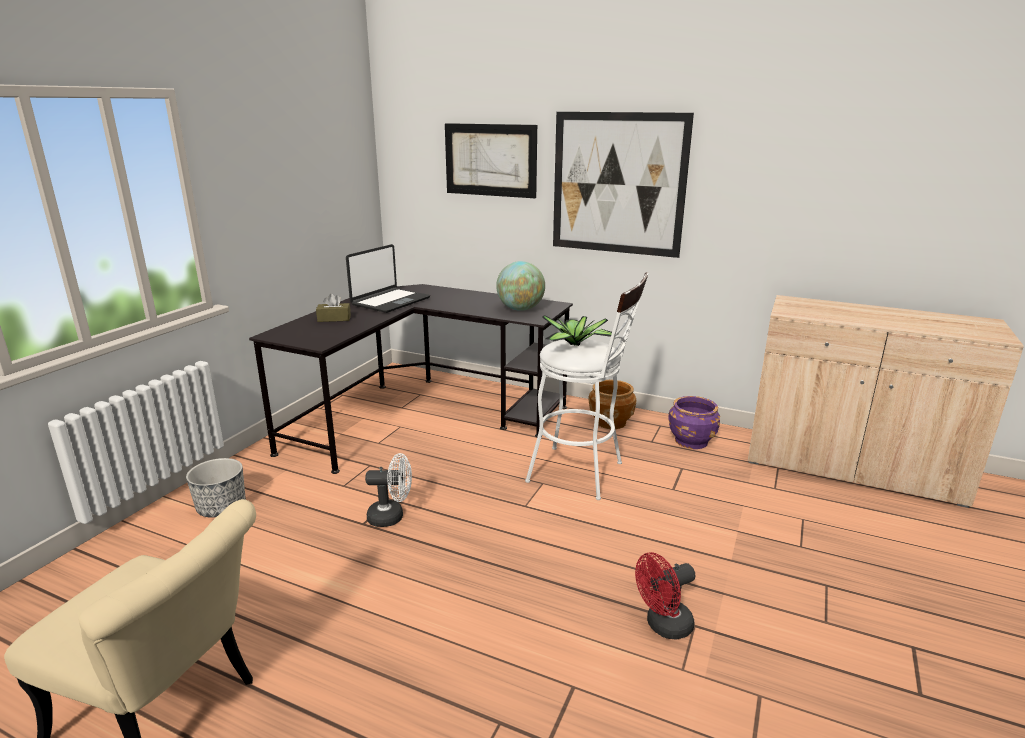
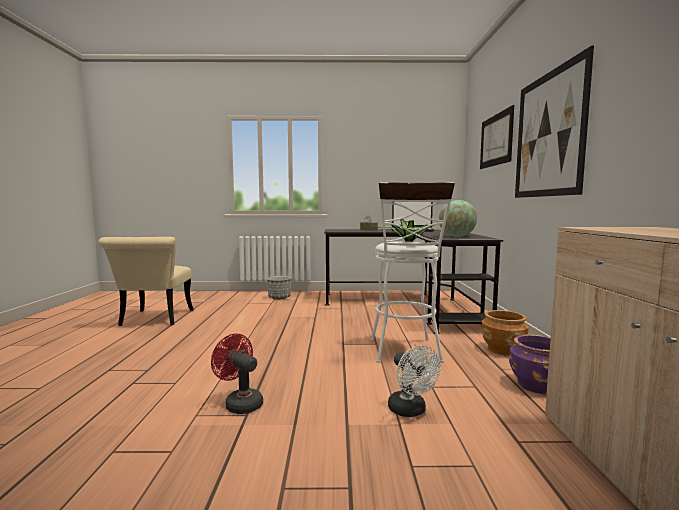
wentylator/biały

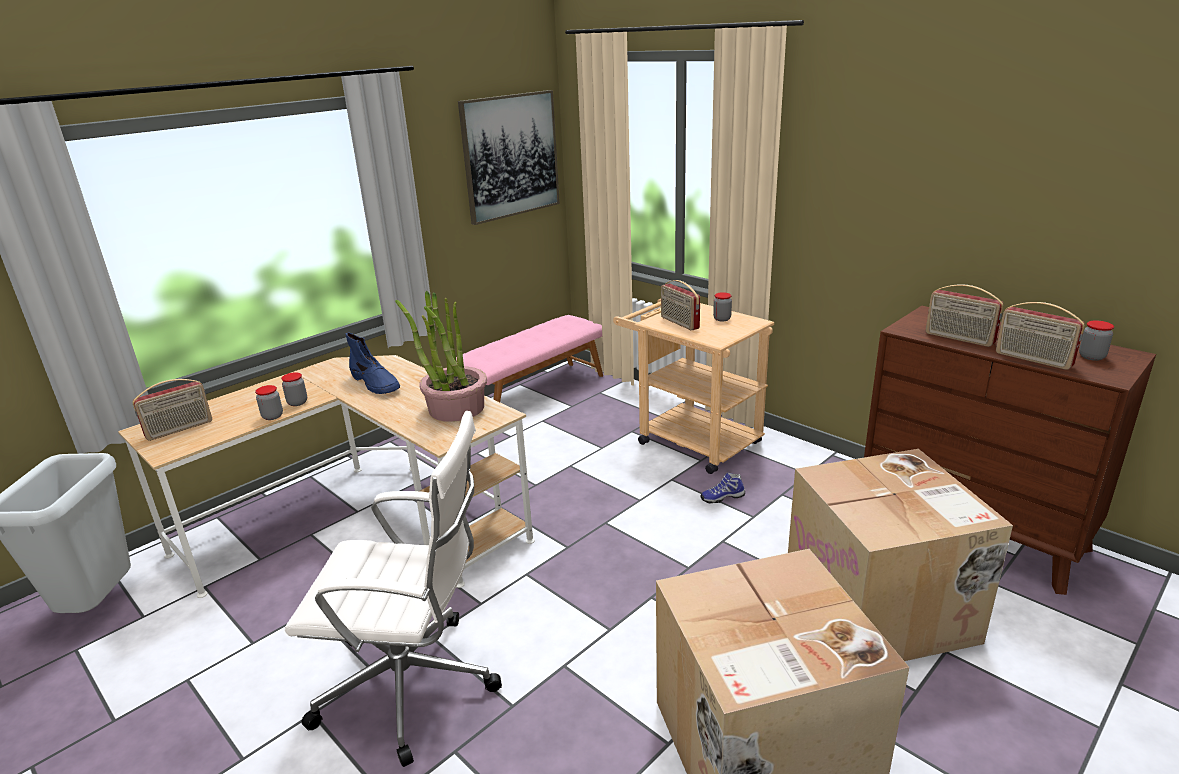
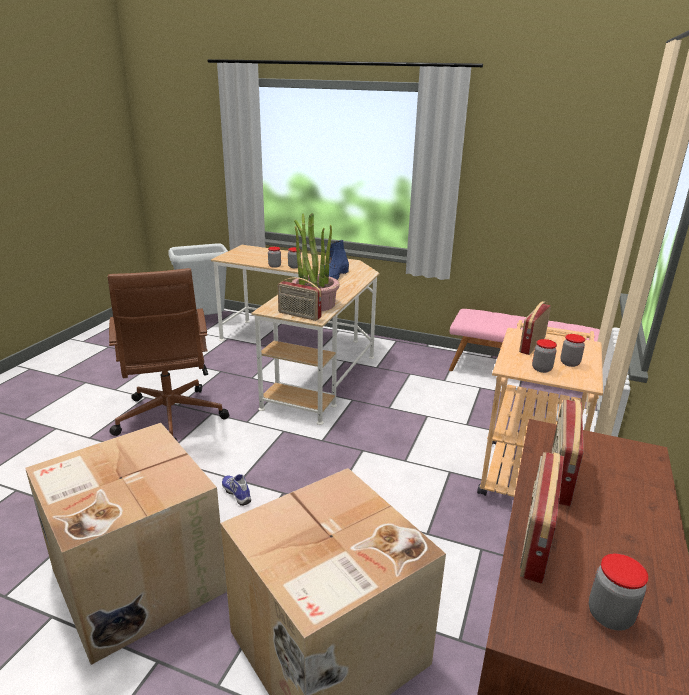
obraz; radio (no. 1 from left); krzesło biurowe/brązowy; but; słoik (no. 3 from left)

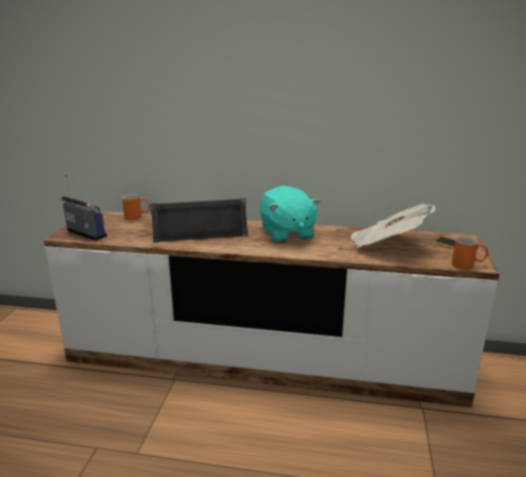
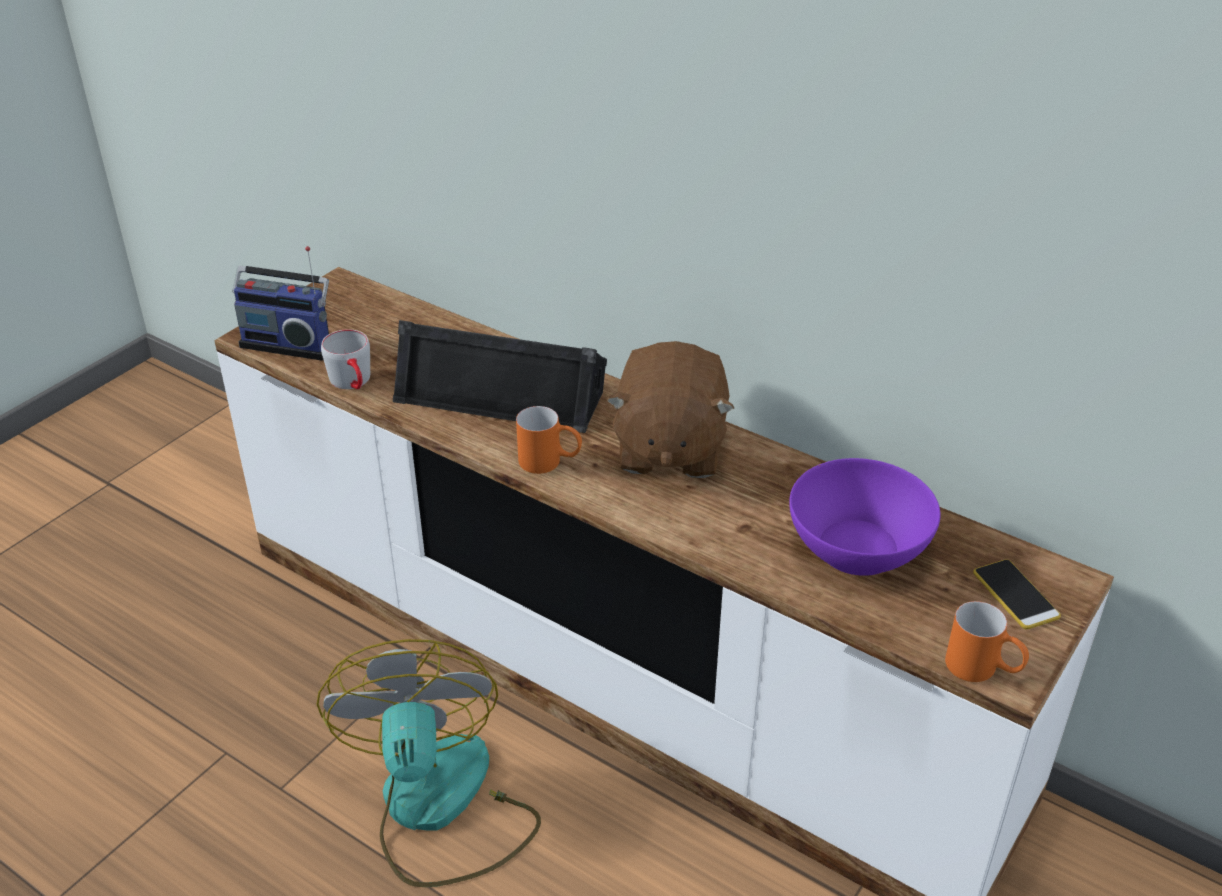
radio; pluszak/brązowy; kubek/pomarańczowy (no. 1 from left); miska/fioletowy; kubek/szary; wentylator

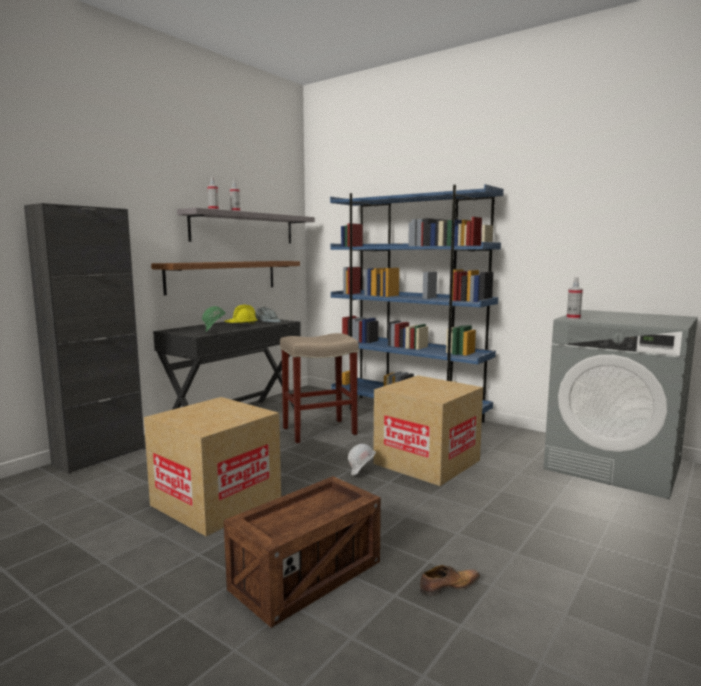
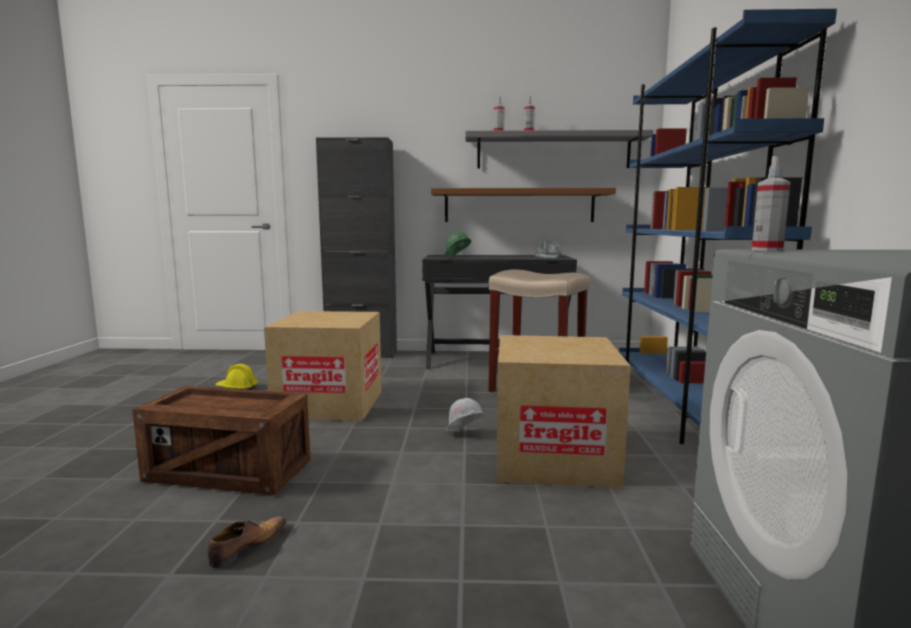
kask/żółty; but

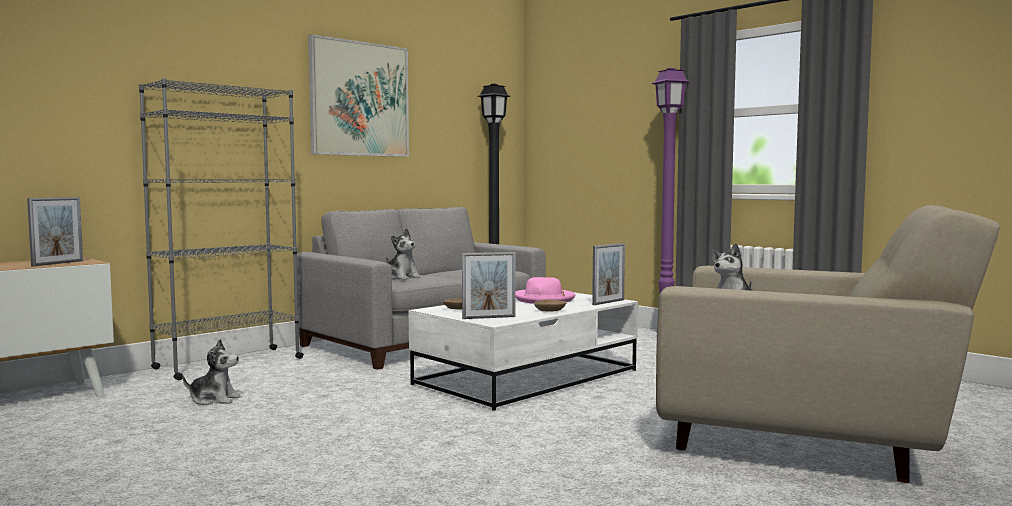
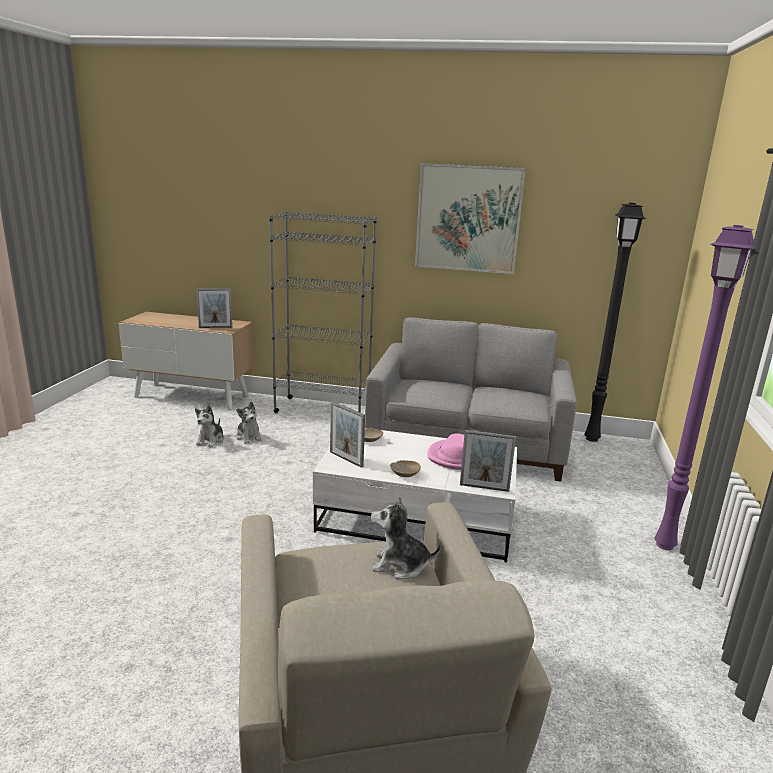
pluszak (no. 1 from left)

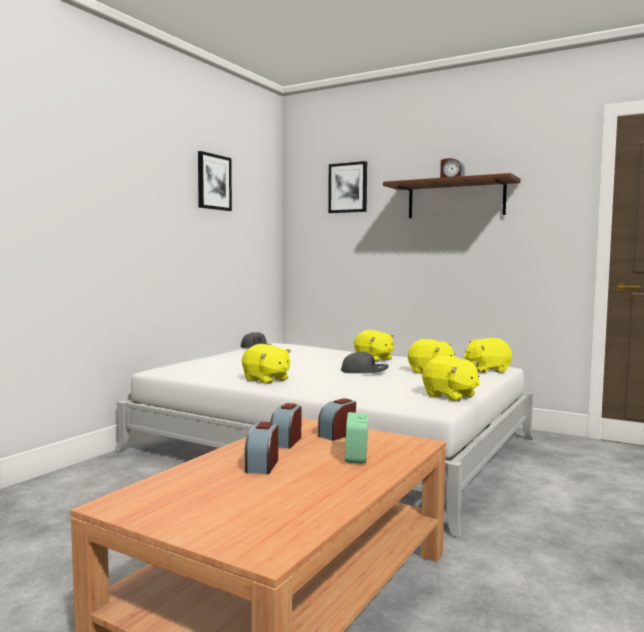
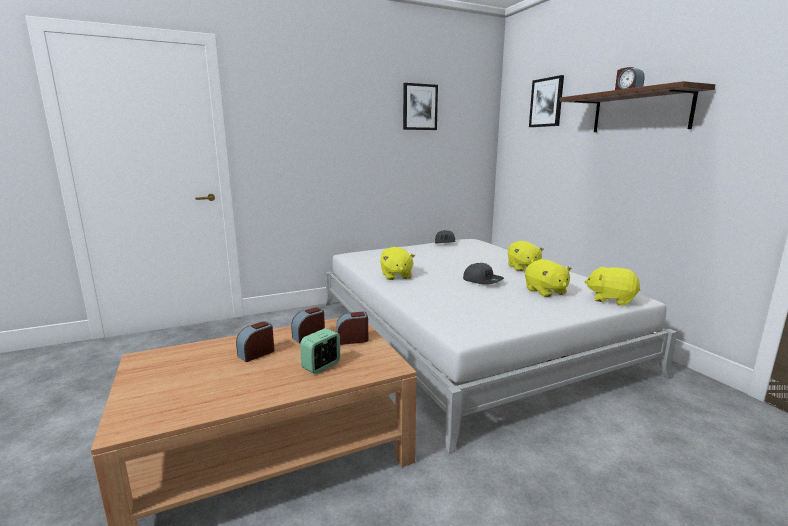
pluszak/żółty (no. 4 from left in the first image)

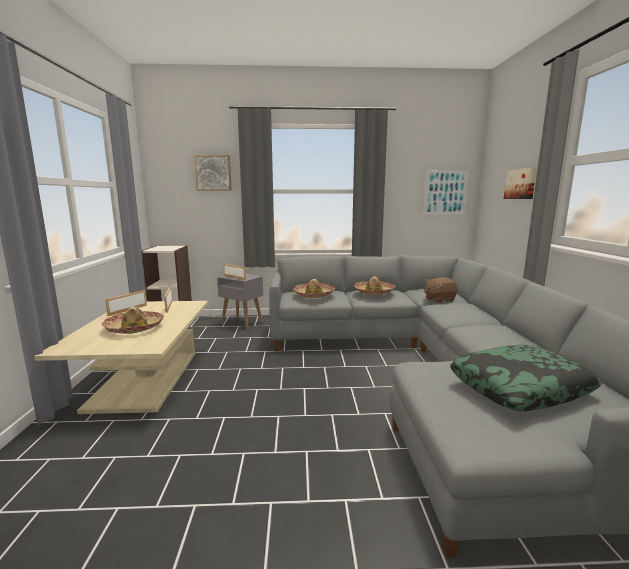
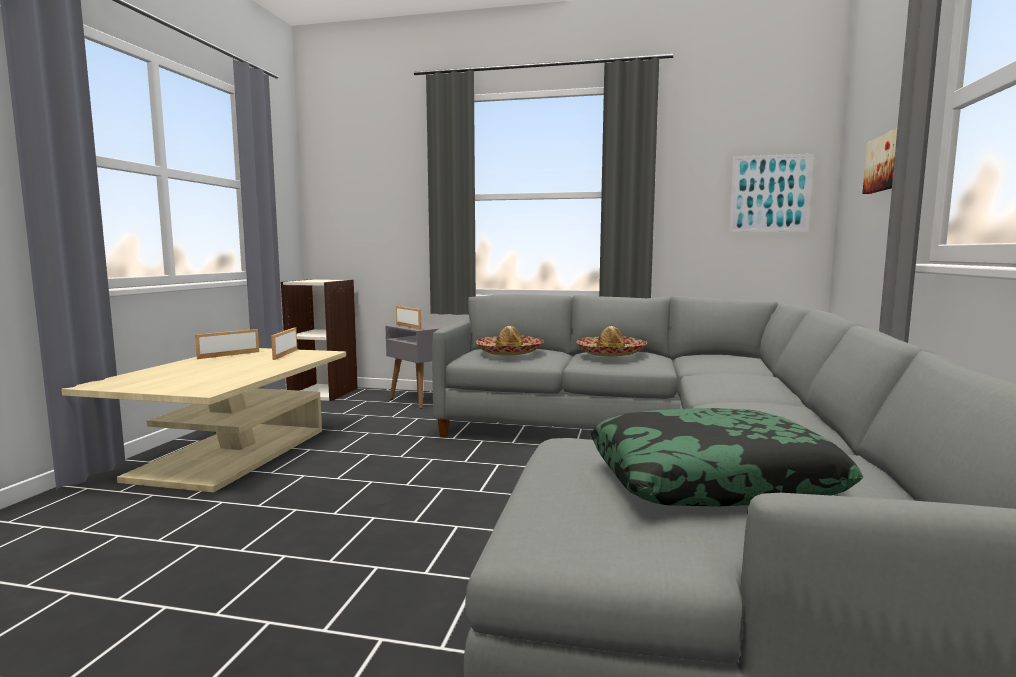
obraz (no. 1 from left in the first image); pluszak/brązowy; kapelusz (no. 1 from left in the first image)

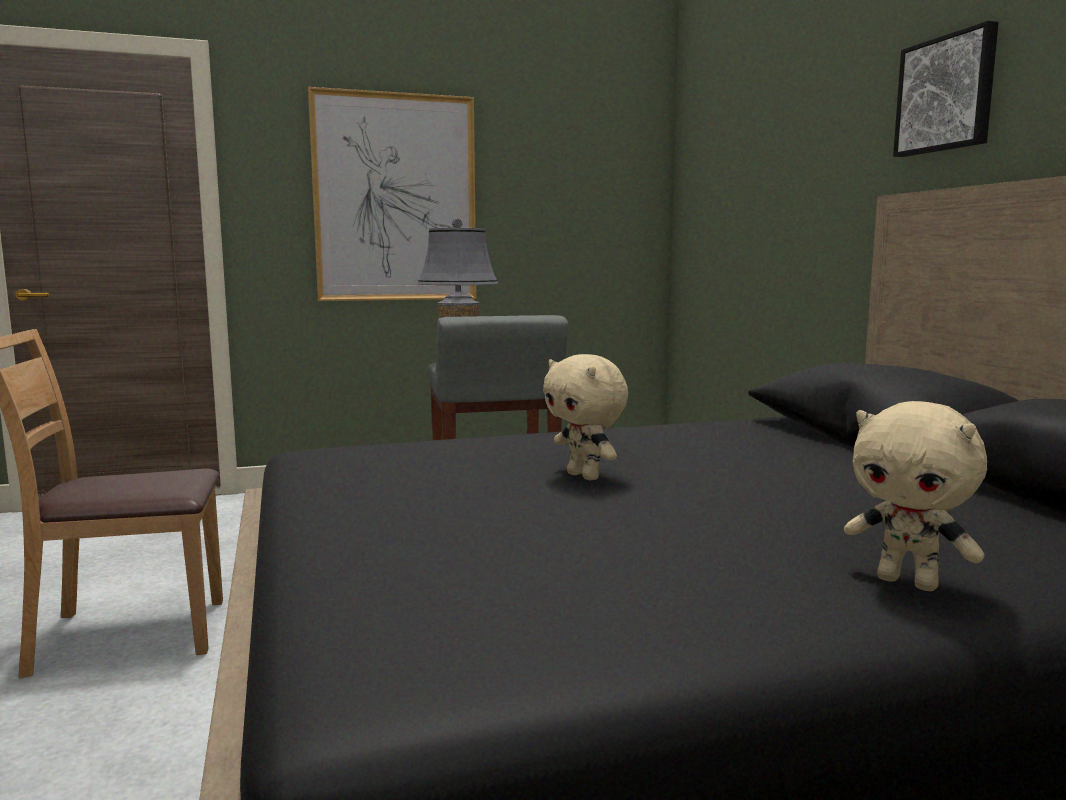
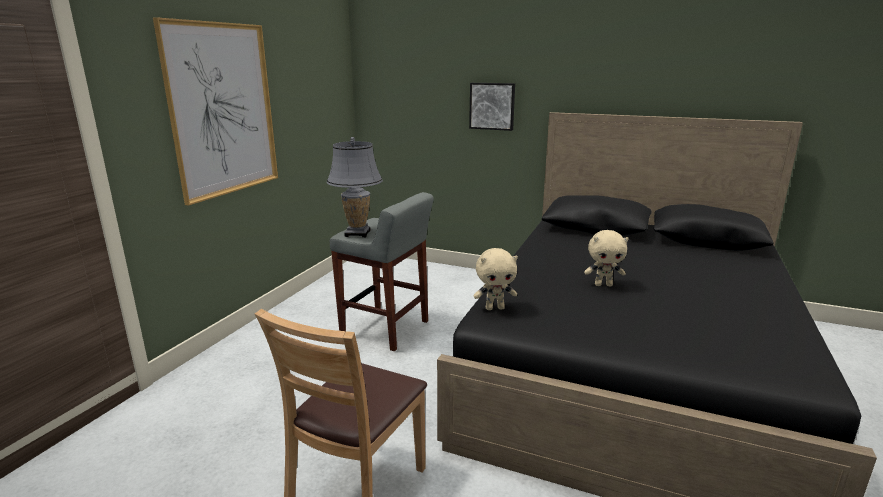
obraz (no. 2 from left); pluszak/beżowy (no. 1 from left)

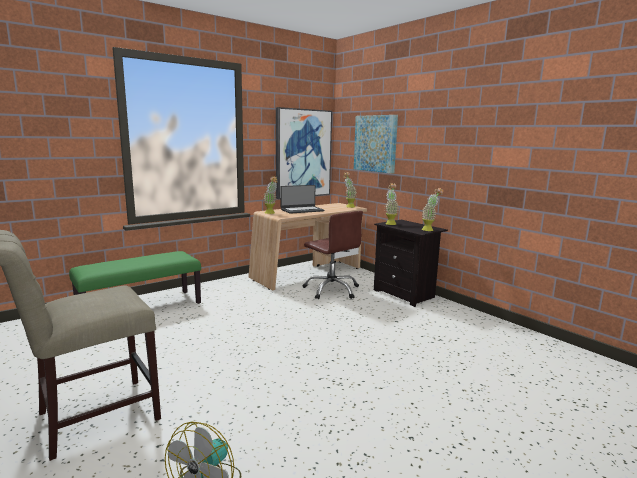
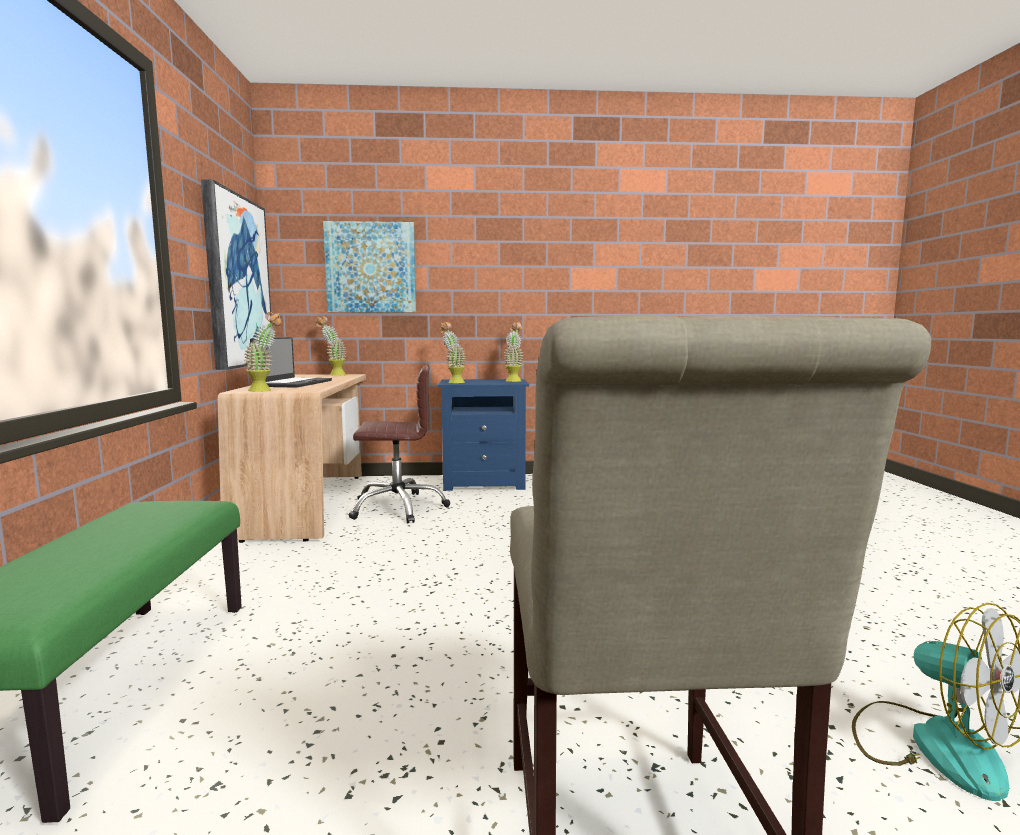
szafka nocna/niebieski

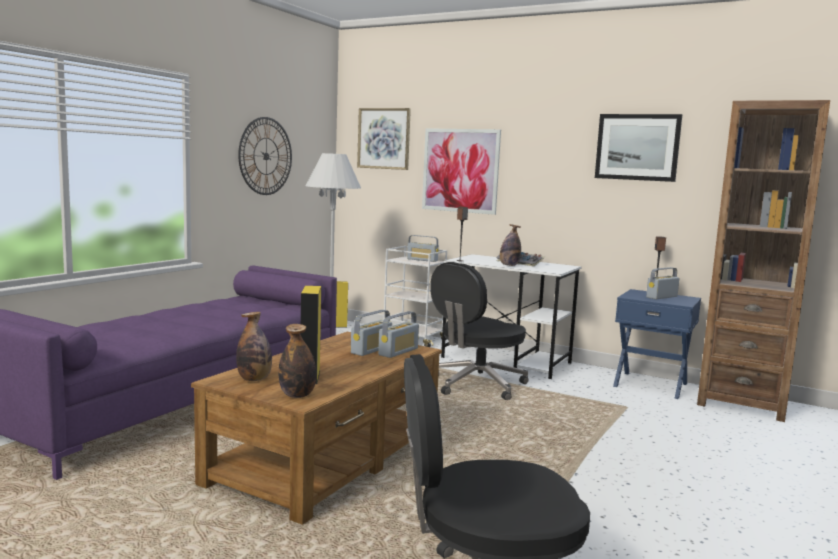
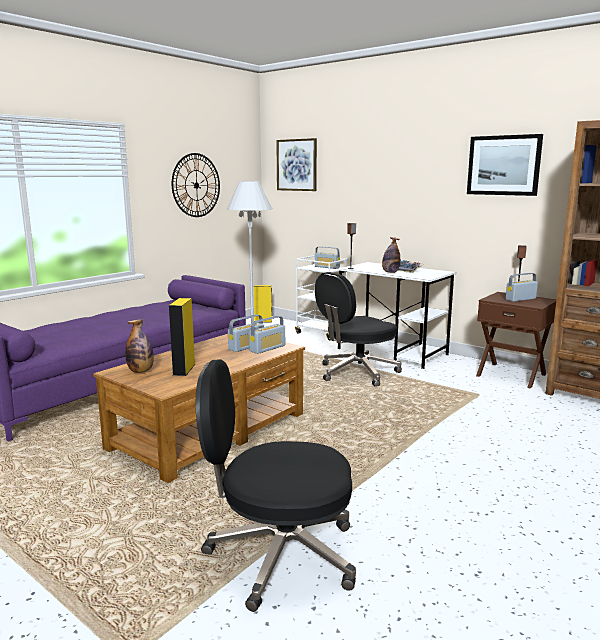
obraz (no. 2 from left in the first image); szafka nocna/brązowy; butelka (no. 2 from left in the first image)

